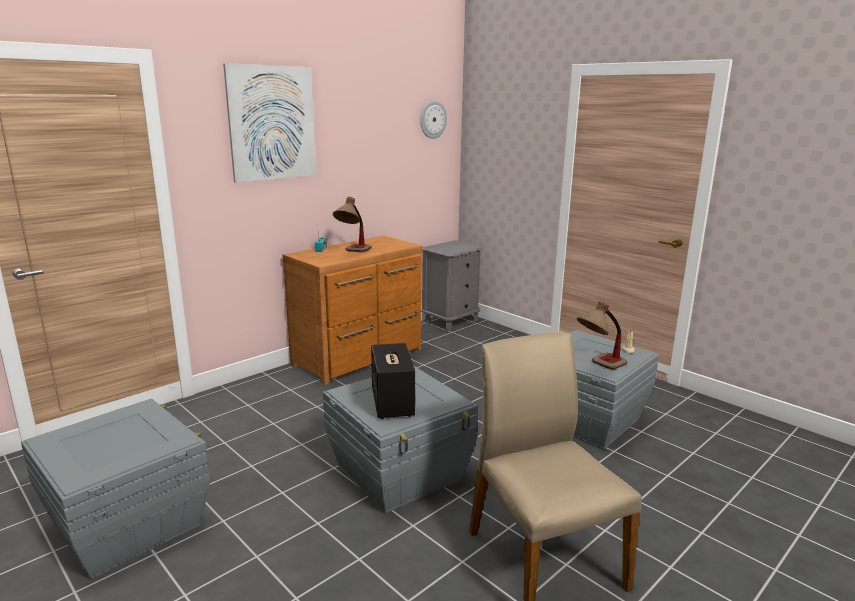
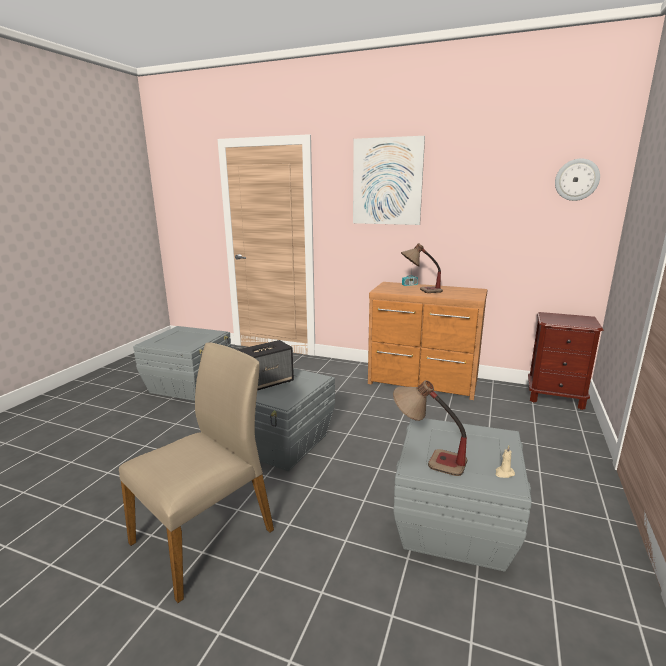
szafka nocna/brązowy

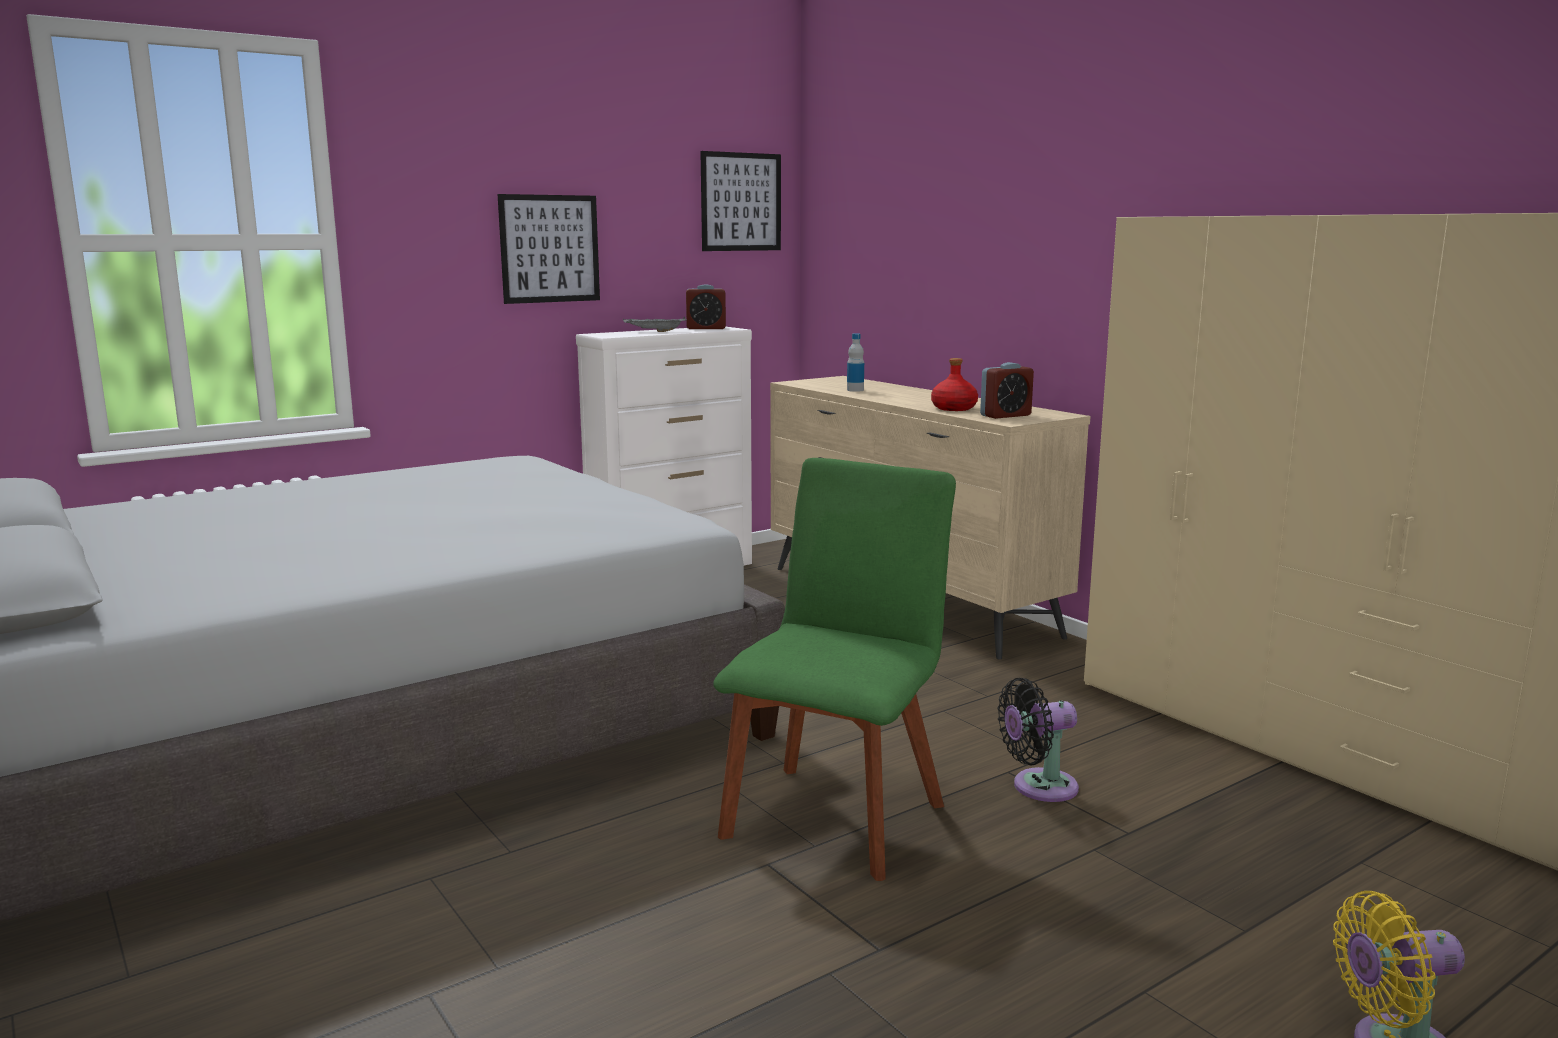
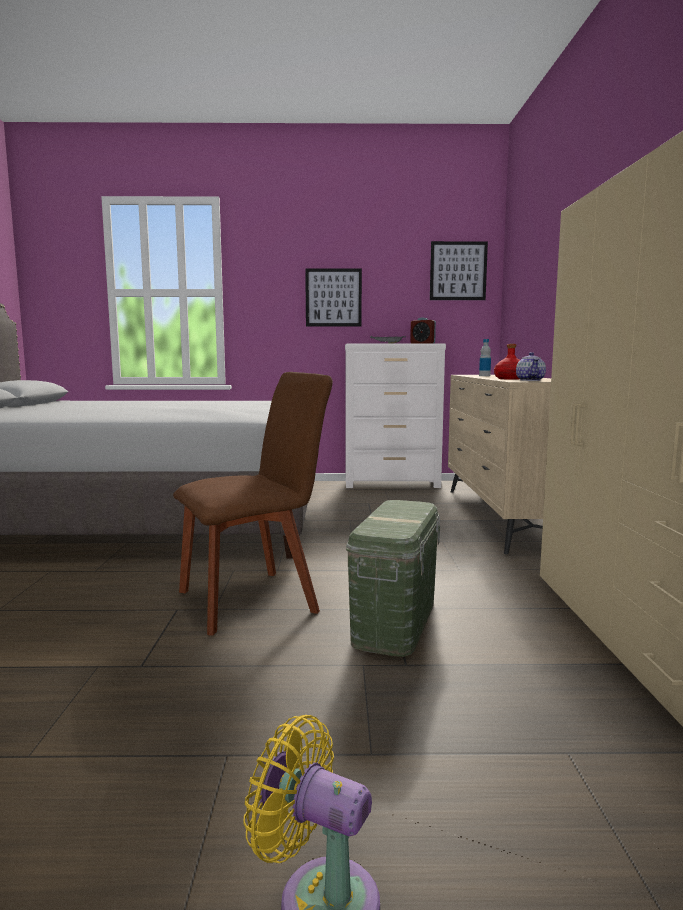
imbryk; krzesło/brązowy; pojemnik do przechowywania/zielony

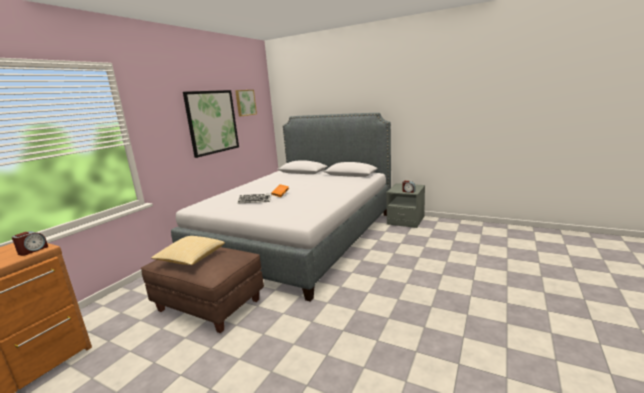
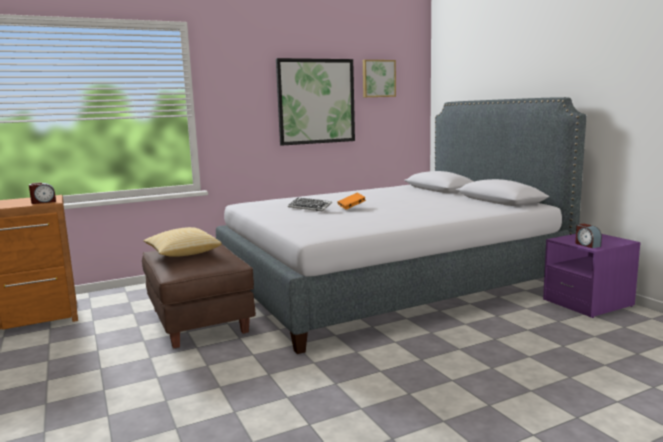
szafka nocna/fioletowy

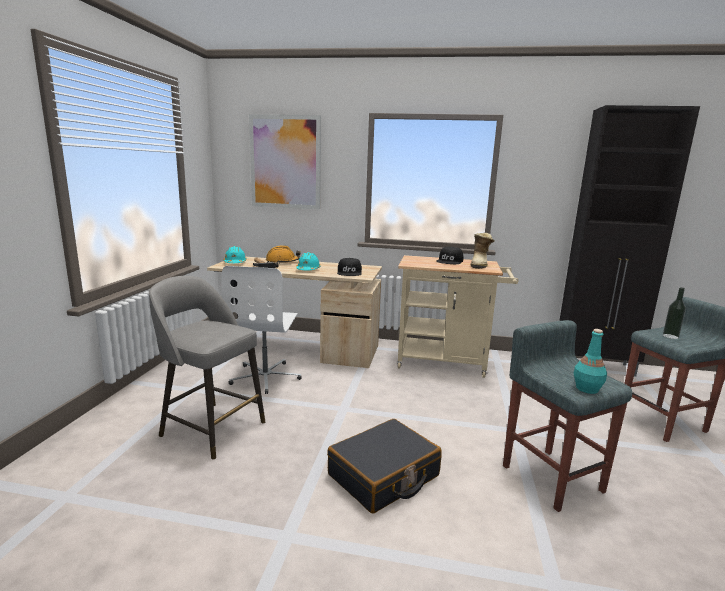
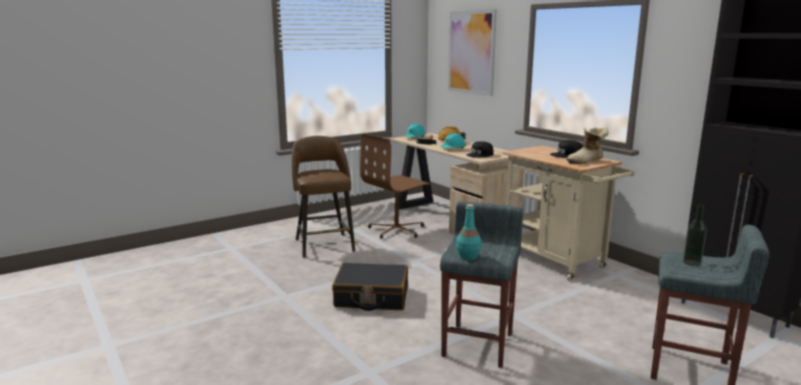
krzesło biurowe/brązowy; stołek/brązowy

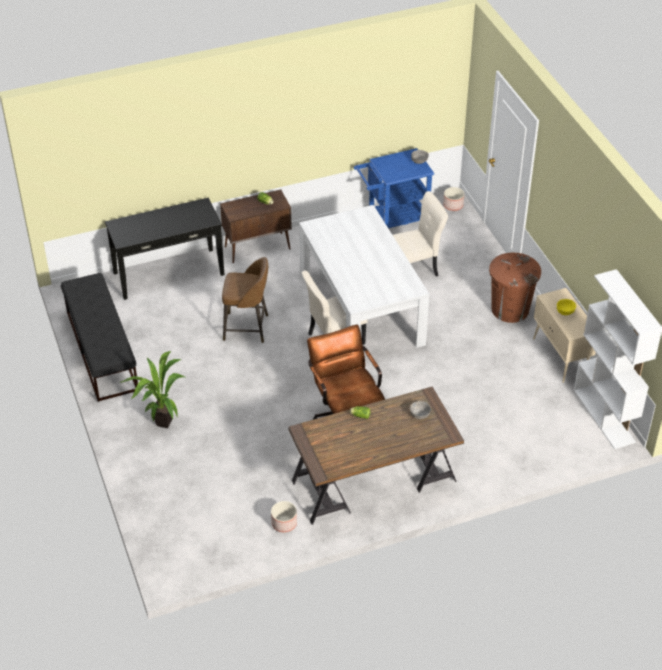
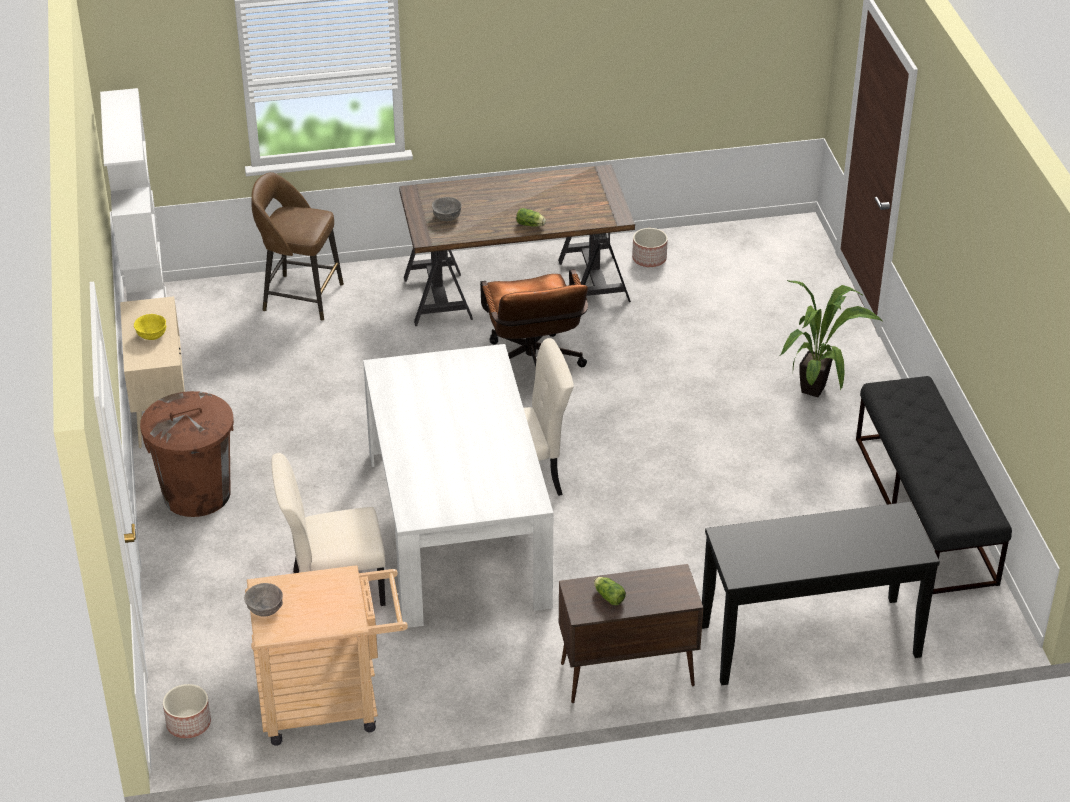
wózek/beżowy; stołek/brązowy

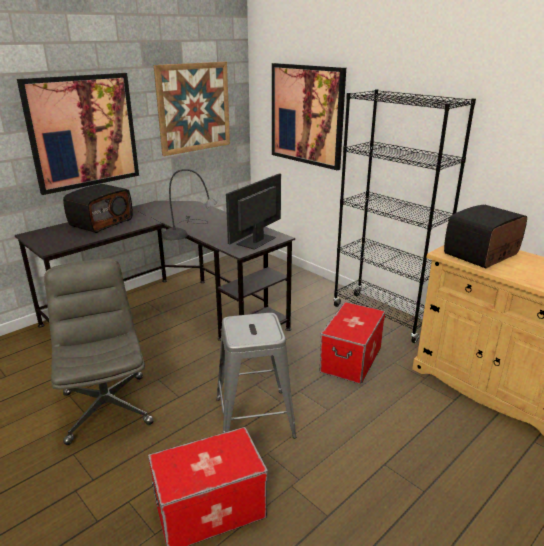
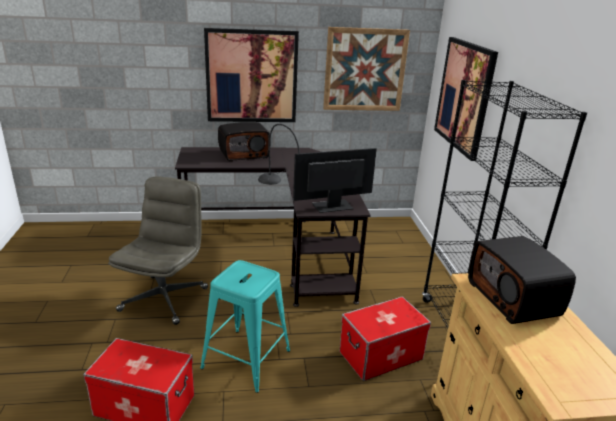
radio (no. 2 from left); stołek/turkusowy

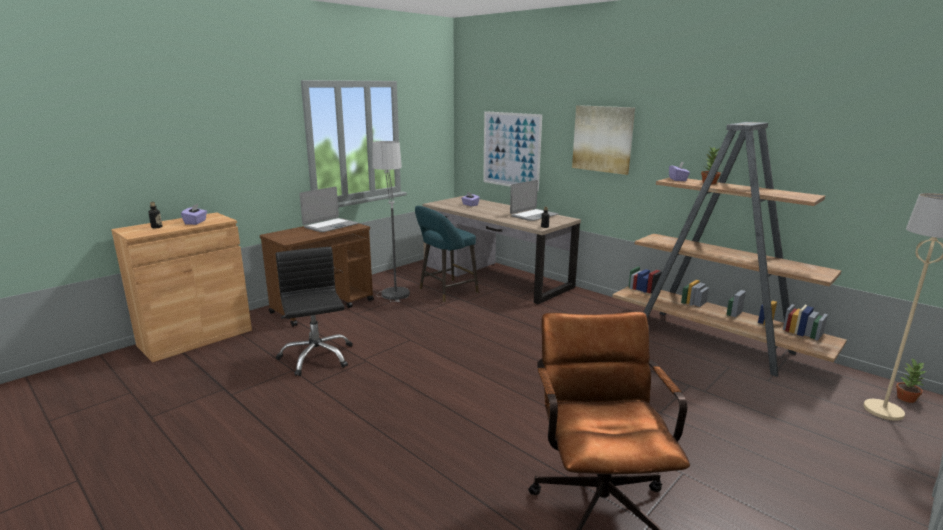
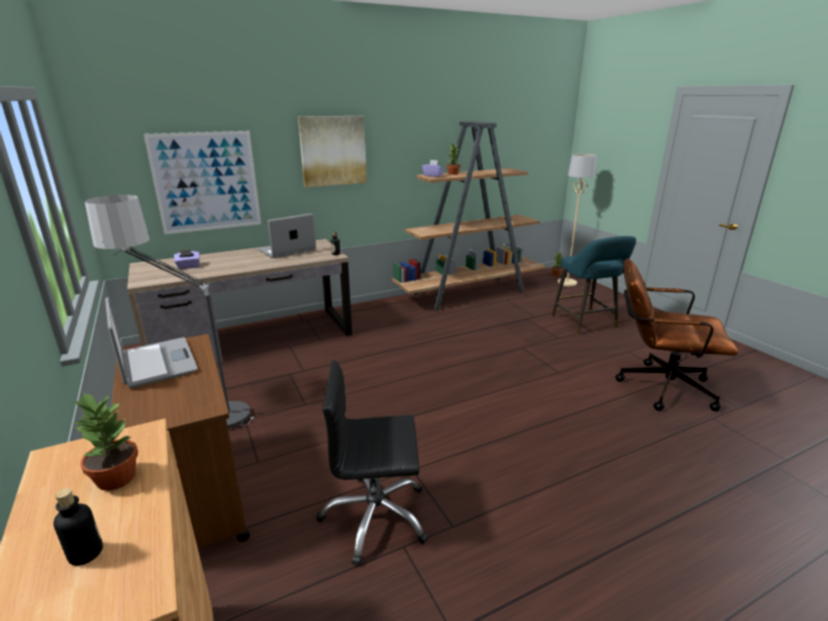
laptop (no. 2 from left); roślina doniczkowa (no. 1 from left); stołek/turkusowy

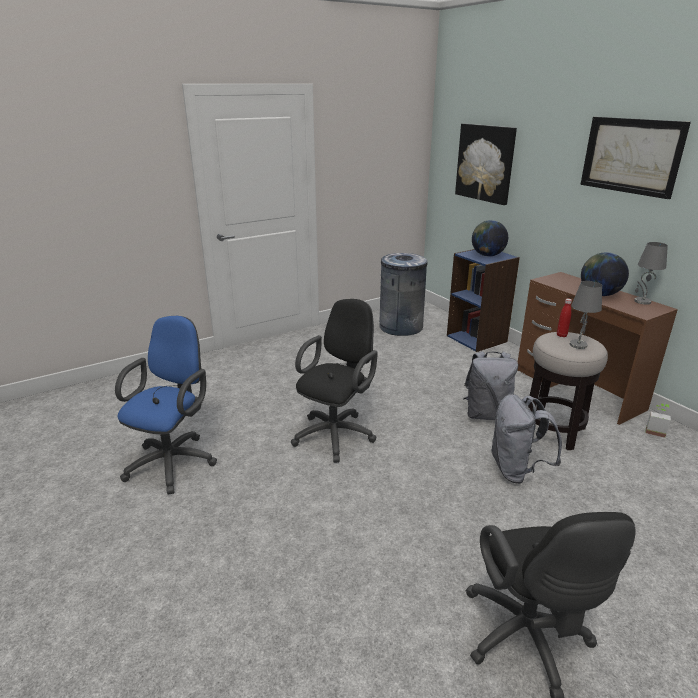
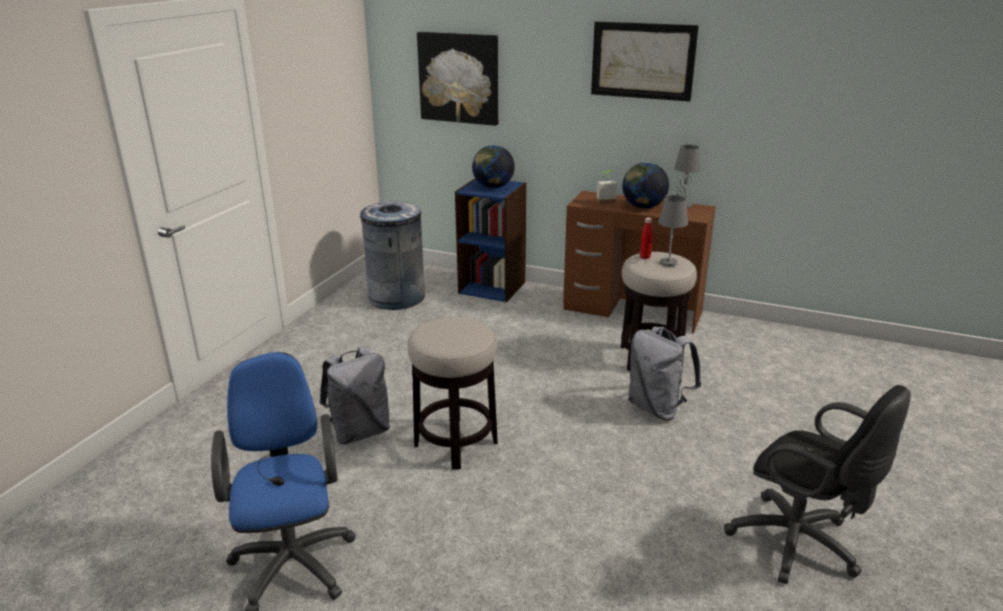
stołek (no. 1 from left); plecak/szary (no. 1 from left); roślina doniczkowa

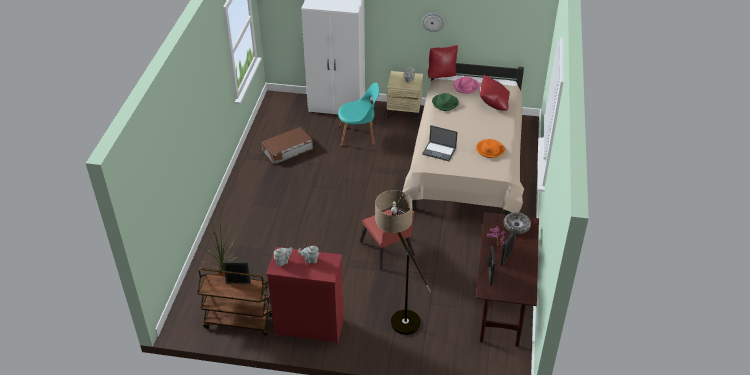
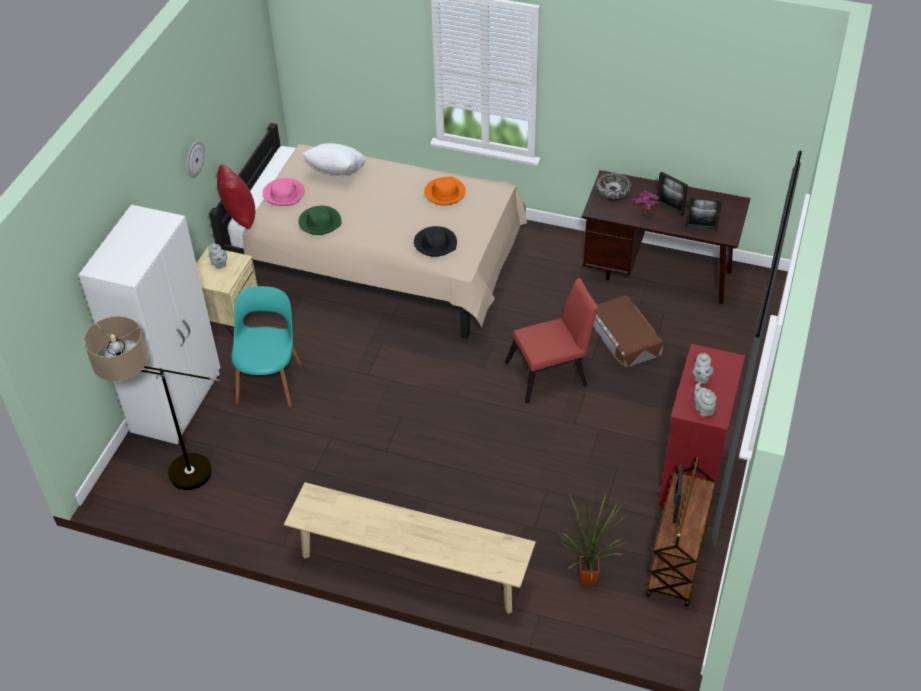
poduszka/biały; kapelusz/czarny; pojemnik do przechowywania/brązowy; lampa stojąca; ławka/beżowy

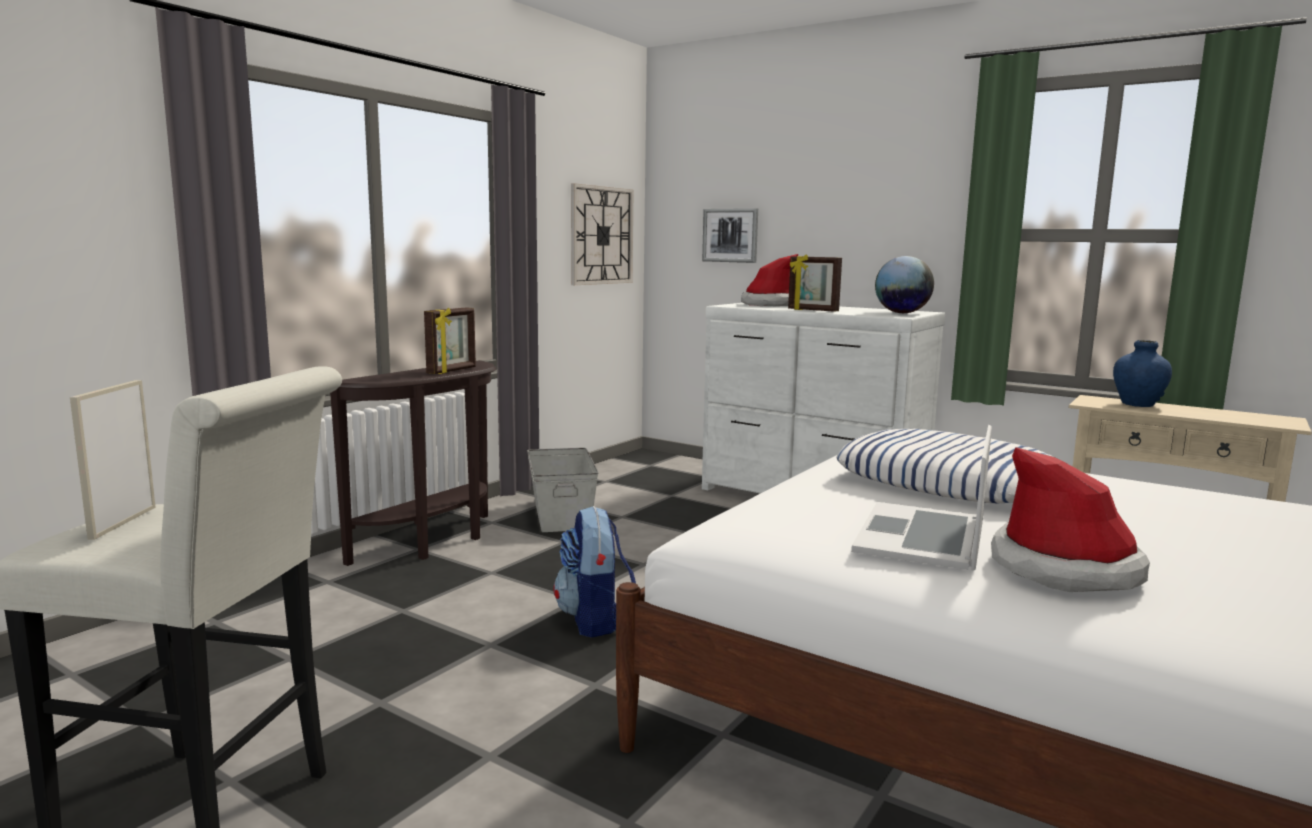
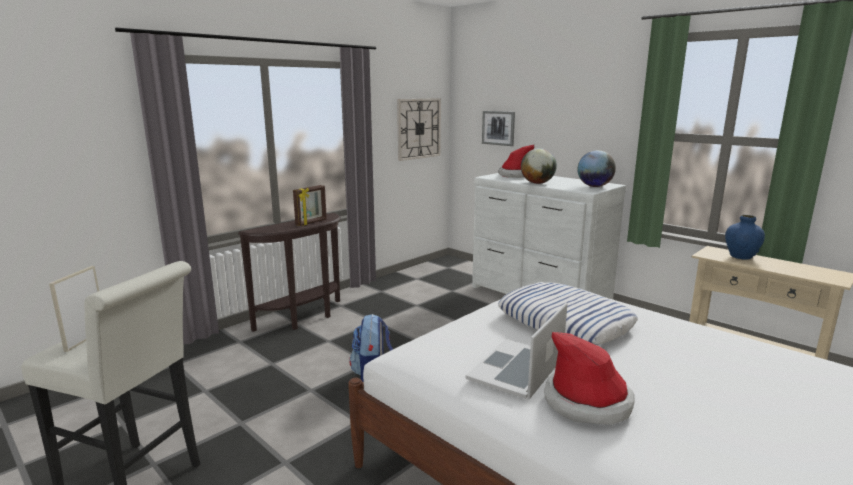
globus (no. 1 from left); pojemnik do przechowywania/szary

